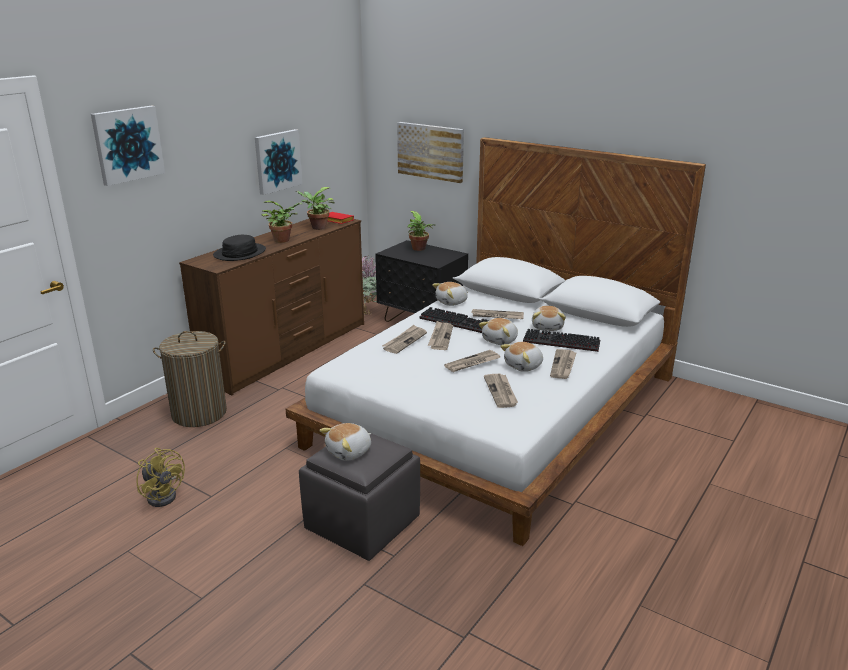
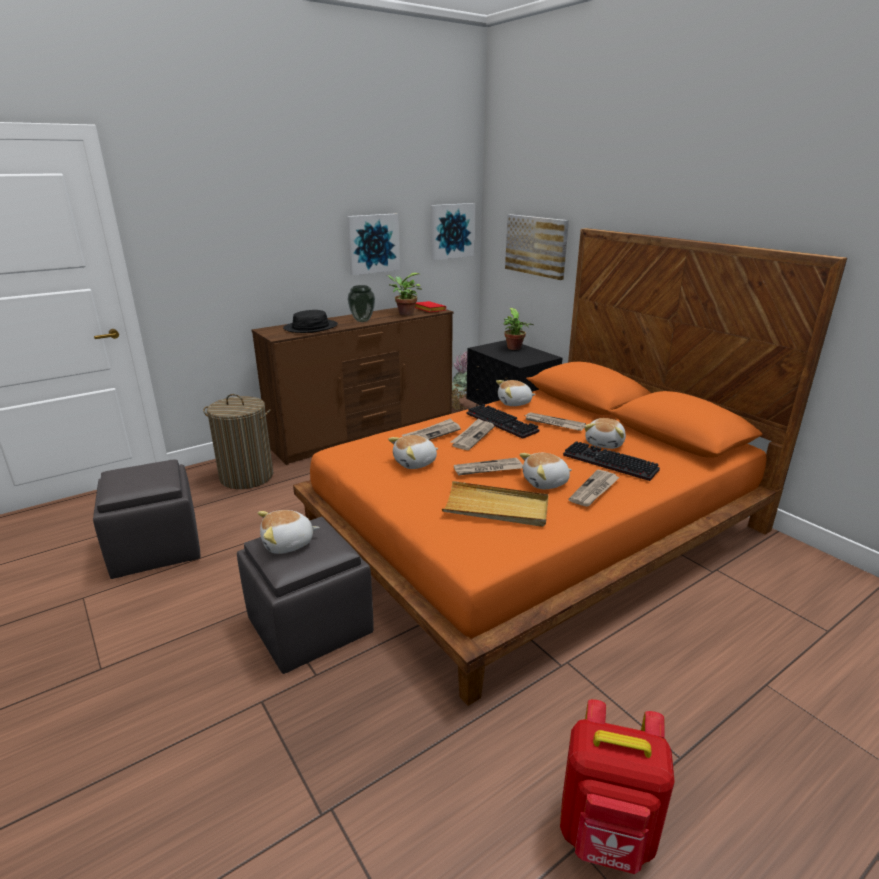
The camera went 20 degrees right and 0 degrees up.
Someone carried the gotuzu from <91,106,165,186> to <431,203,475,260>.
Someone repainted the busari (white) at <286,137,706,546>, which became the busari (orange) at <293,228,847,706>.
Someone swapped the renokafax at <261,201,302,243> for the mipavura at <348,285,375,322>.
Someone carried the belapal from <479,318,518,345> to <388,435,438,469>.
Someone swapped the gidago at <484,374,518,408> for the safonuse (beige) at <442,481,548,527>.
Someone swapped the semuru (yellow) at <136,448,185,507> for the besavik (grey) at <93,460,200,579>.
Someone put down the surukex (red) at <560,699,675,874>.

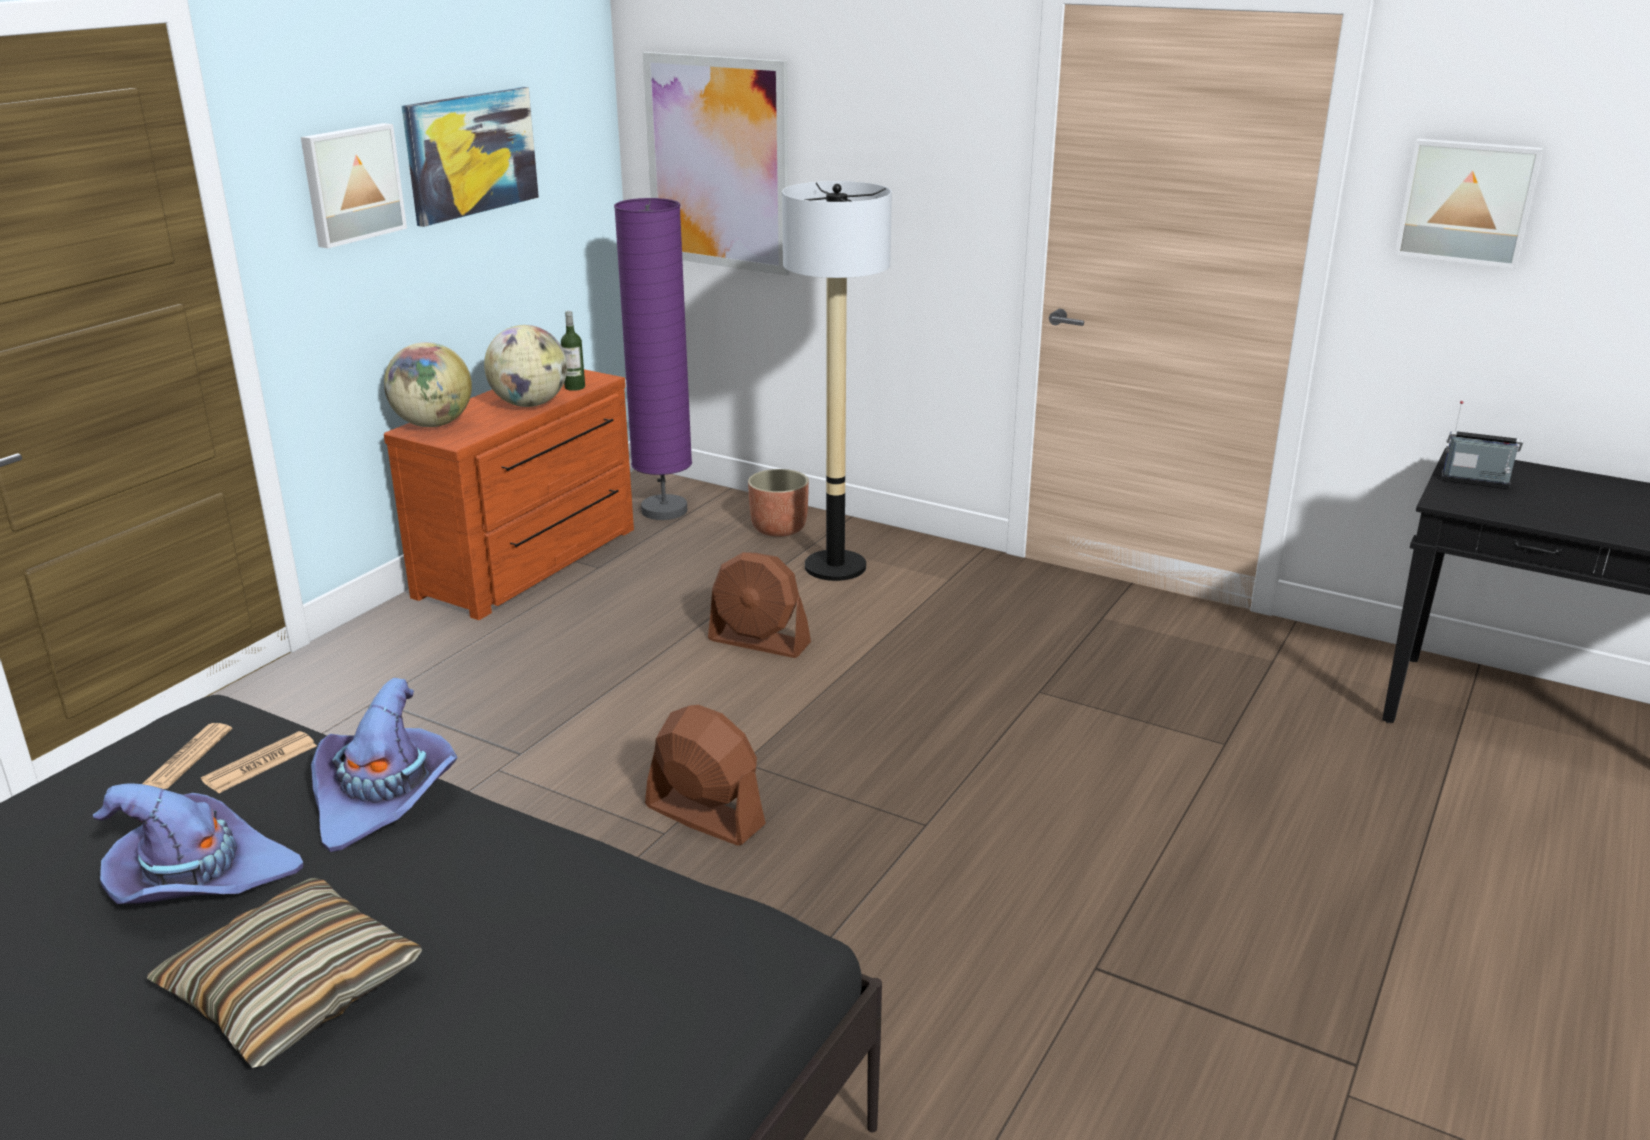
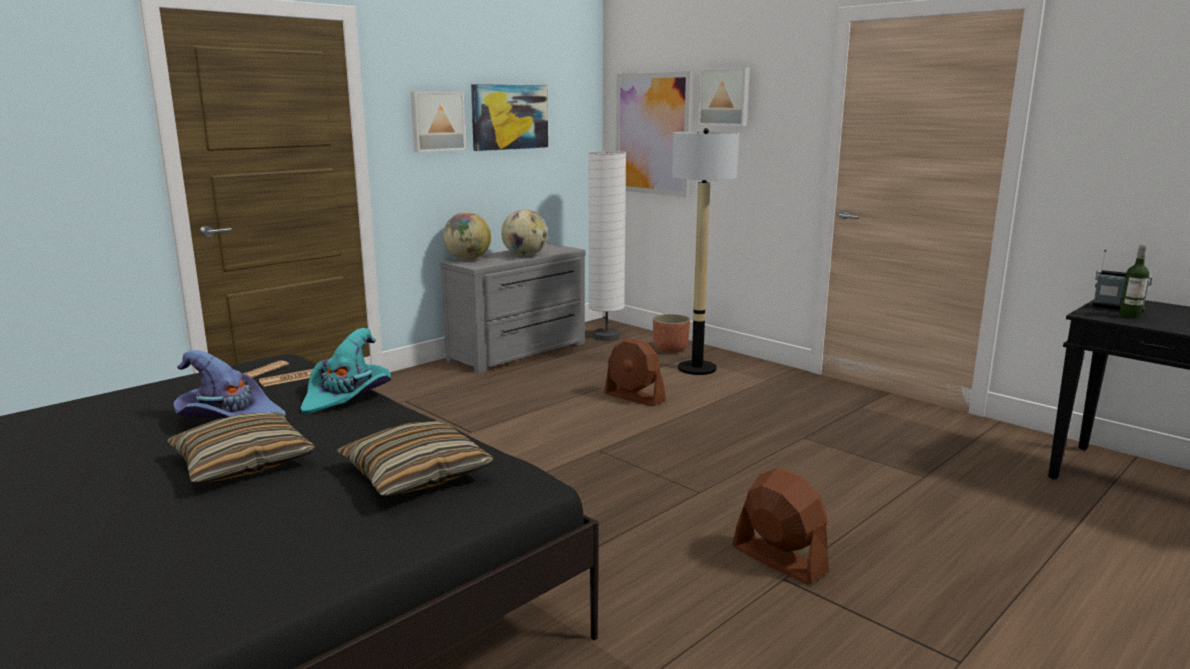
The camera went 15 degrees right and 10 degrees down.
Someone carried the gotuzu from <1394,138,1544,269> to <698,67,750,126>.
Someone repainted the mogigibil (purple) at <614,198,692,520>, which became the mogigibil (white) at <588,151,626,341>.
Someone carried the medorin from <561,311,585,391> to <1119,245,1149,319>.
Someone repainted the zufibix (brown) at <384,369,634,620>, which became the zufibix (grey) at <440,243,586,373>.
Someone repainted the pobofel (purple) at <311,678,458,852>, which became the pobofel (turquoise) at <301,328,392,414>.
Someone carried the semuru (brown) from <645,705,766,846> to <733,468,829,584>.
Someone put down the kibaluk at <337,421,493,496>.

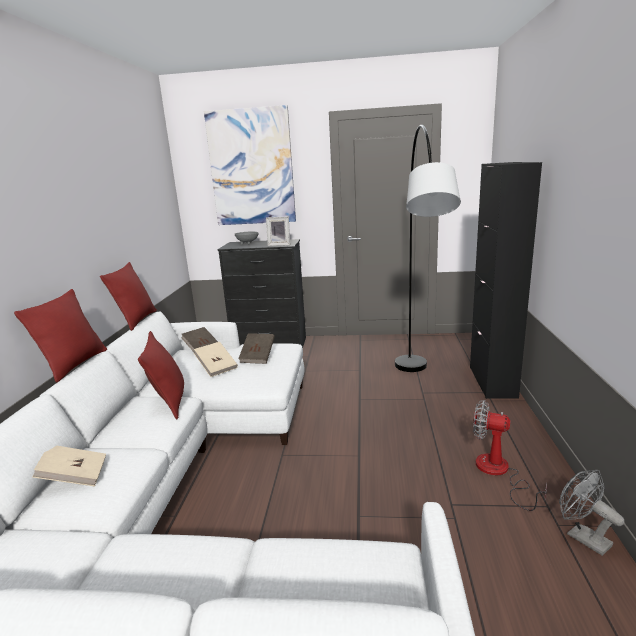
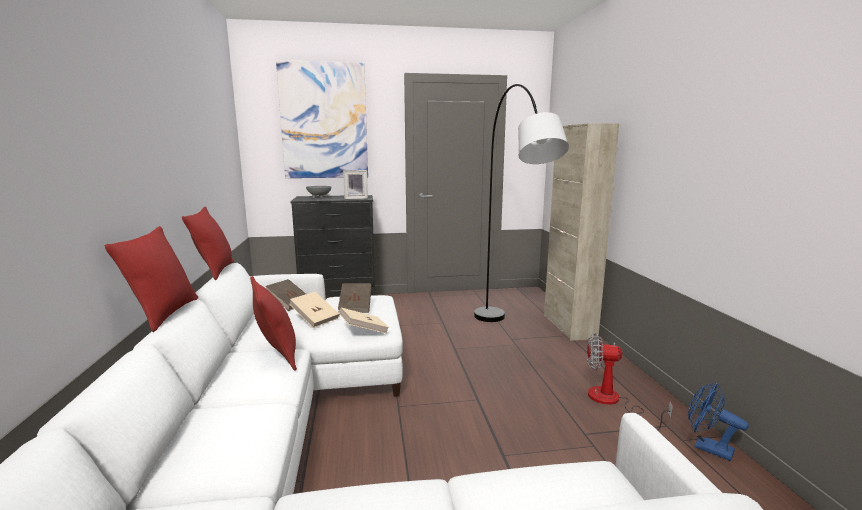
The camera went 15 degrees left and 5 degrees down.
Someone repainted the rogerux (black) at <470,162,542,399>, which became the rogerux (beige) at <544,123,619,341>.
Someone carried the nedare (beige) from <32,446,106,487> to <339,307,389,334>.
Someone repainted the semuru (grey) at <559,470,625,556>, which became the semuru (blue) at <688,382,749,461>.

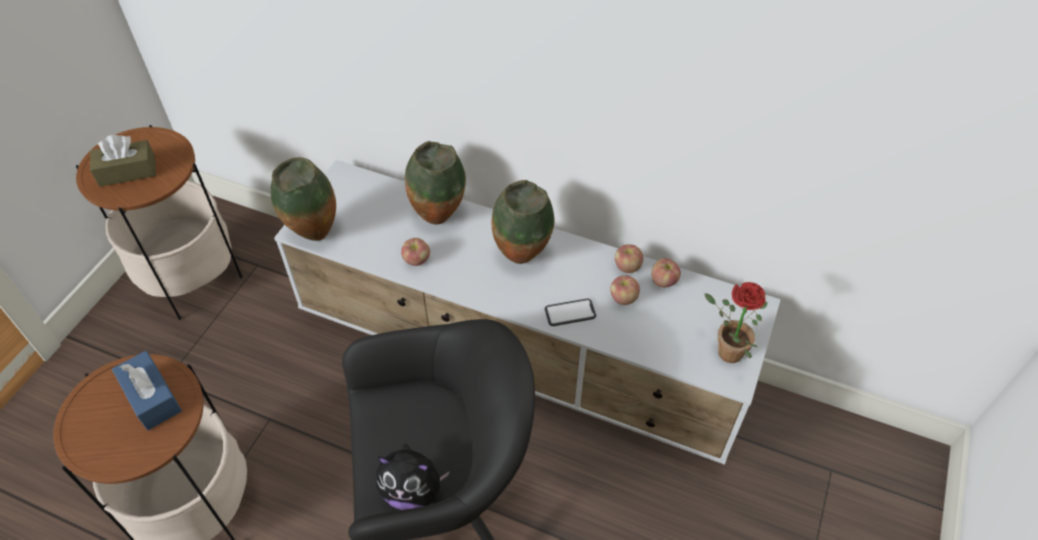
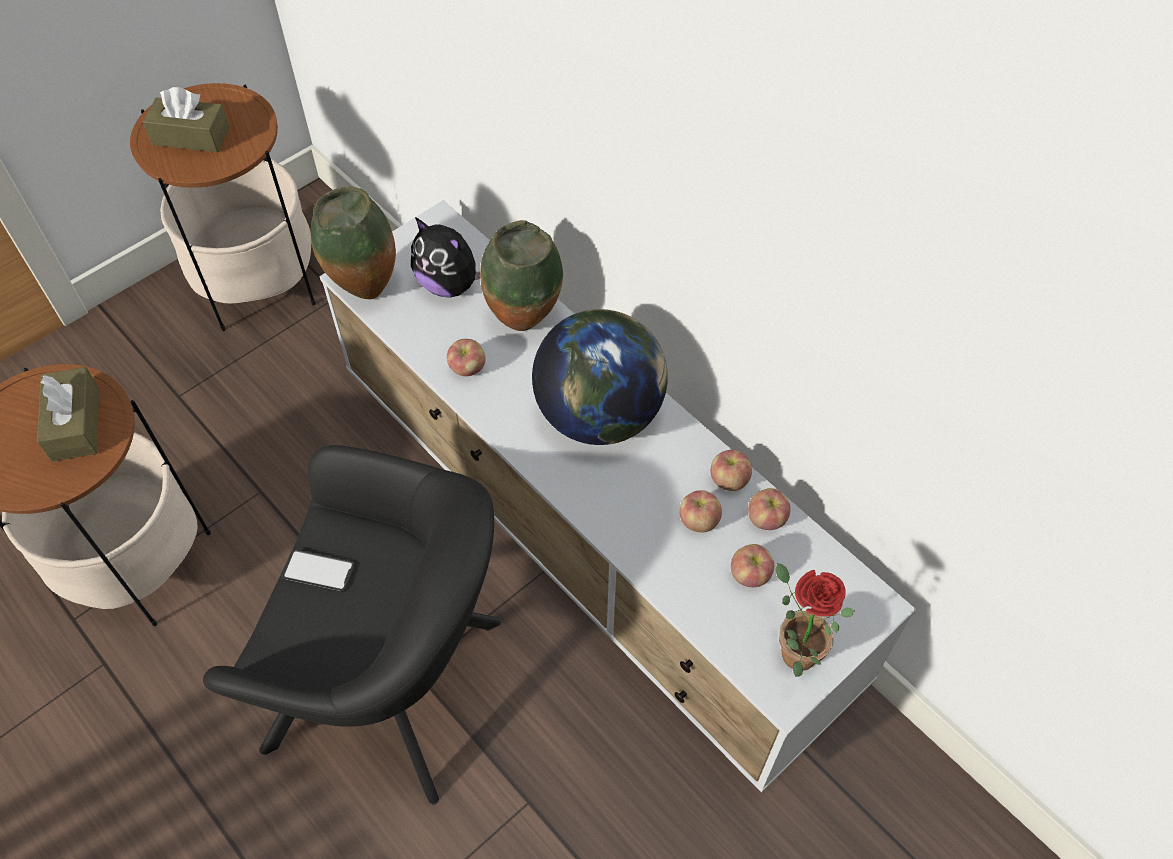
The camera went 25 degrees right and 5 degrees up.
Someone swapped the mipavura at <492,180,554,264> for the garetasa at <532,309,668,445>.
Someone carried the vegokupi from <545,299,596,326> to <281,549,355,592>.
Someone repainted the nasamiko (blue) at <112,351,182,430>, which became the nasamiko (brown) at <37,367,99,462>.
Someone carried the belapal from <376,443,450,510> to <411,217,481,298>.
Someone put down the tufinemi at <731,544,774,587>.

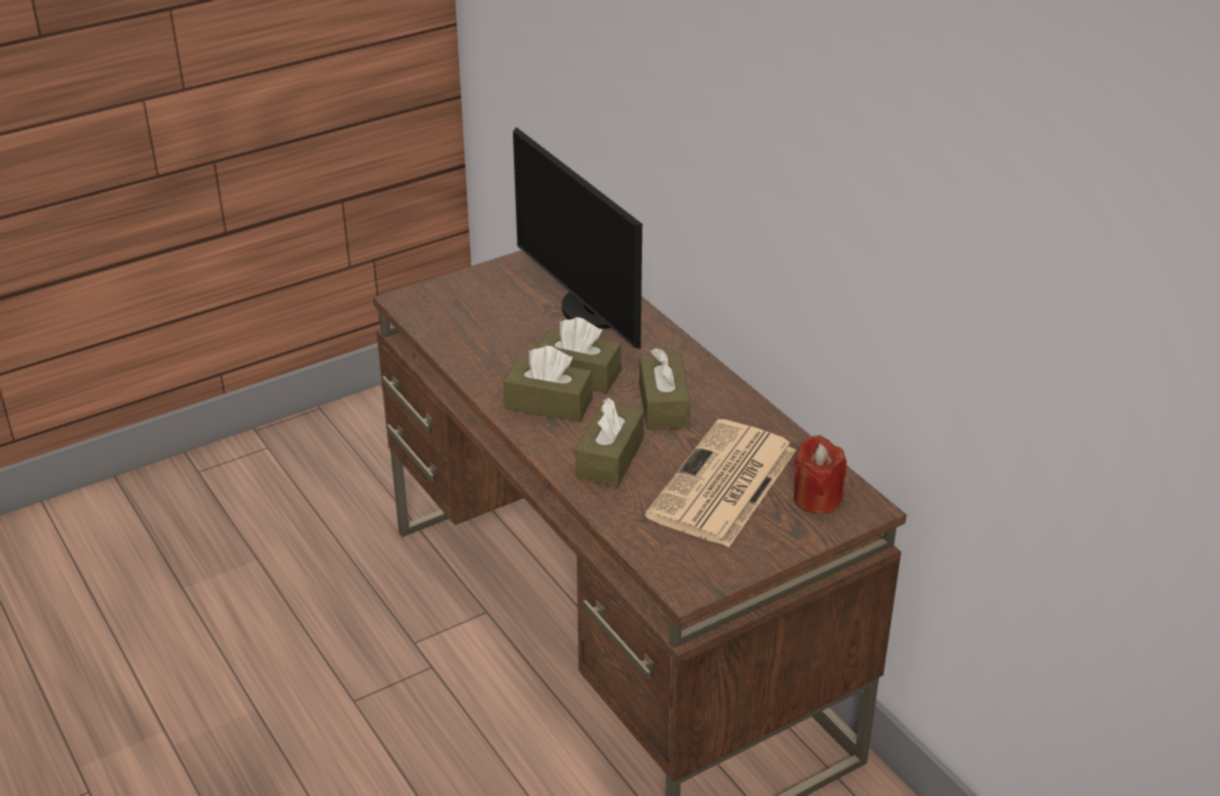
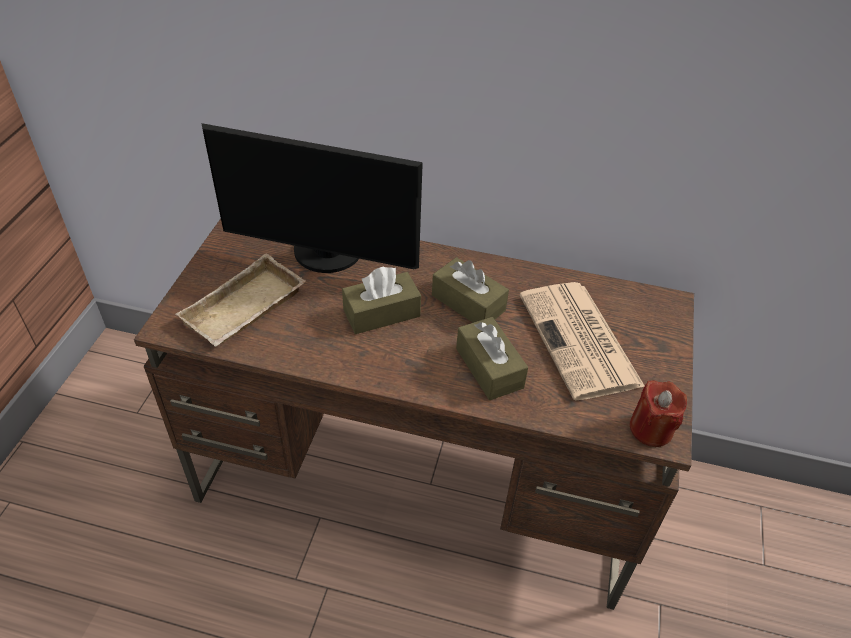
The camera went 45 degrees left and 10 degrees up.
Someone took away the nasamiko (brown) at <503,346,592,422>.
Someone carried the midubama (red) from <794,435,847,514> to <630,380,687,447>.
Someone put down the safonuse (beige) at <176,253,305,346>.

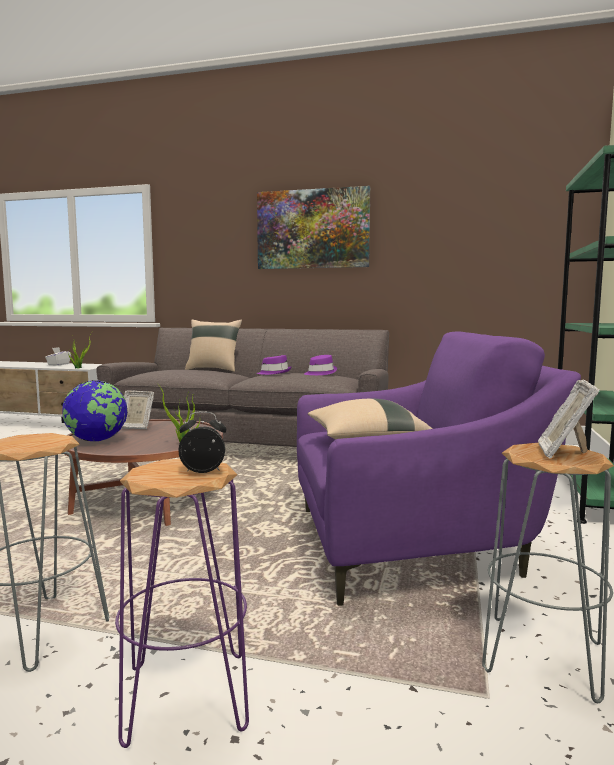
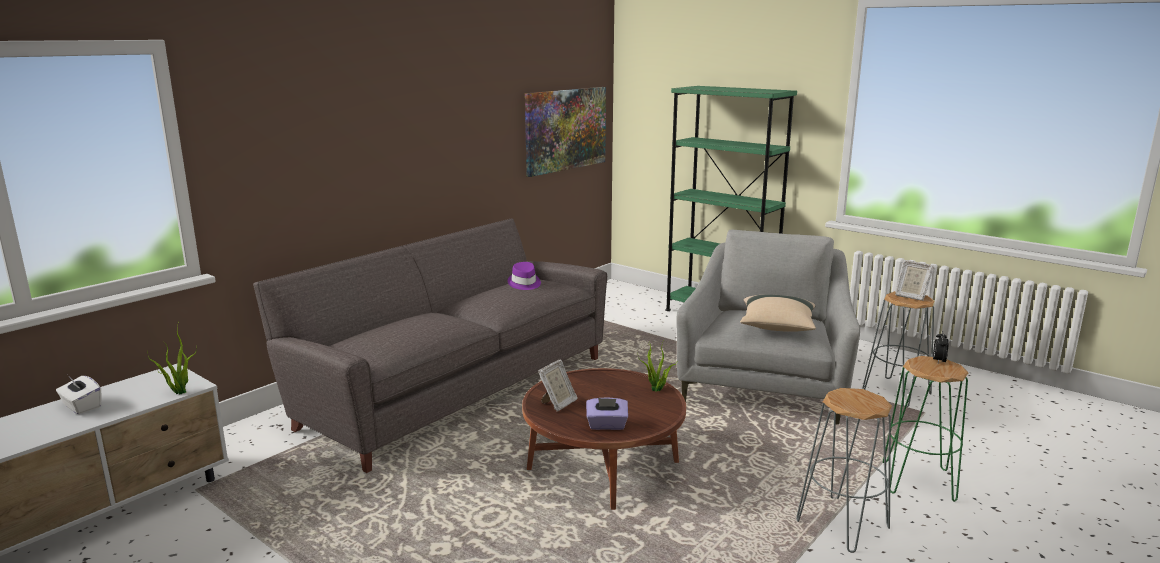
The camera went 65 degrees left and 10 degrees up.
Someone carried the gotuzu from <257,186,370,269> to <525,87,606,177>.
Someone took away the kibaluk (beige) at <185,319,242,372>.
Someone repainted the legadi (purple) at <297,332,581,606>, which became the legadi (grey) at <676,230,860,425>.
Someone took away the pobofel (purple) at <257,355,291,375>.
Someone swapped the garetasa at <63,380,128,441> for the nasamiko (purple) at <586,398,628,430>.
Someone repainted the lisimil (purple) at <115,459,249,748>, which became the lisimil (green) at <883,356,968,502>.

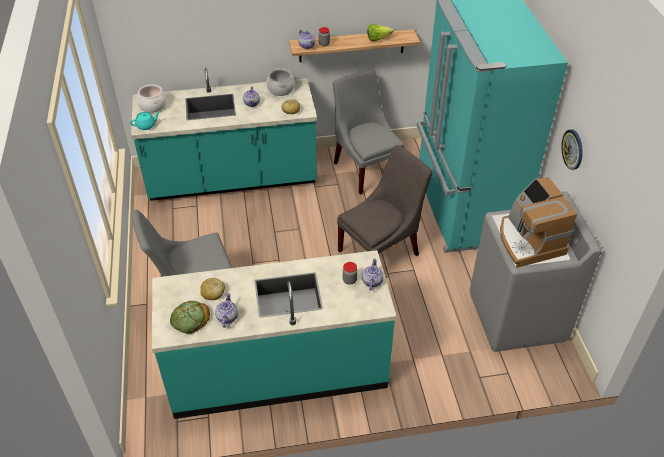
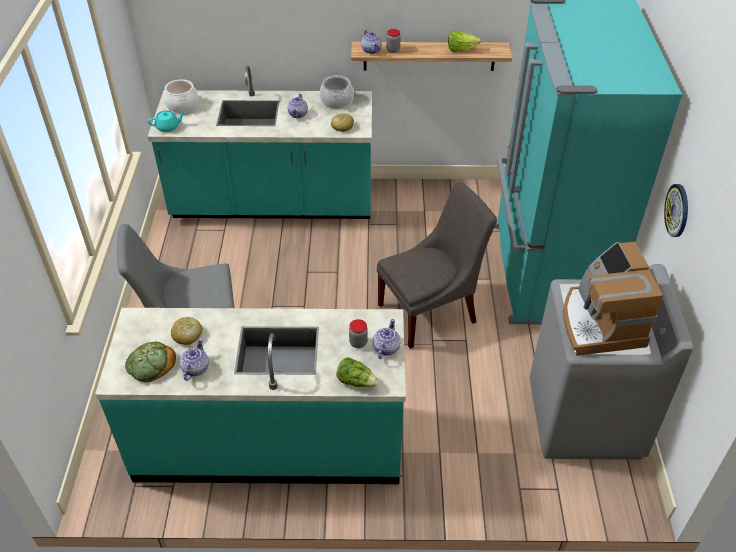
The camera went 10 degrees right and 0 degrees up.
Someone took away the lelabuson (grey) at <333,70,406,195>.
Someone put down the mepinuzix at <336,357,378,387>.

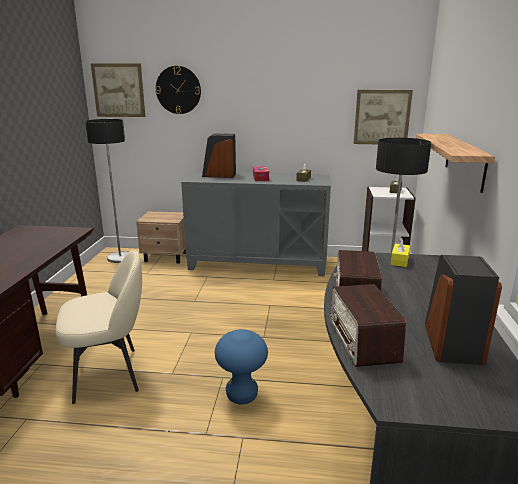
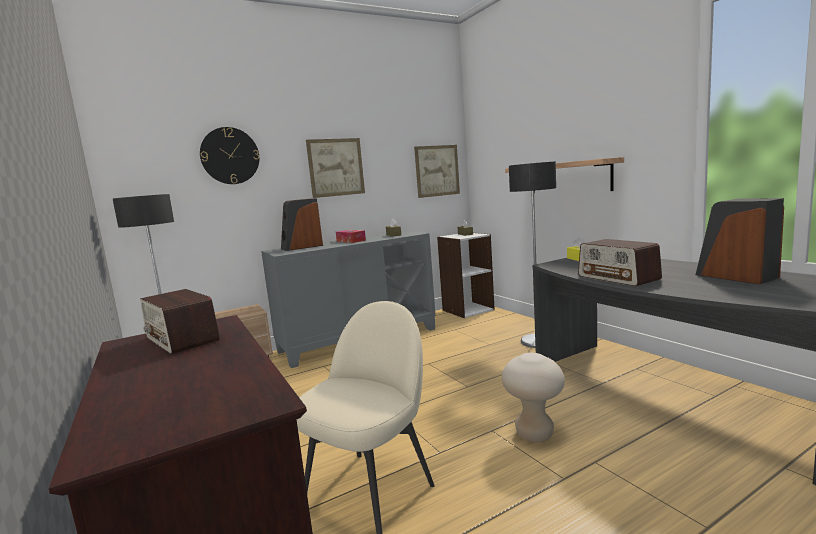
The camera went 35 degrees left and 10 degrees down.
Someone carried the gotuzu from <91,63,145,117> to <306,138,365,198>.
Someone carried the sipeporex from <330,284,406,367> to <140,289,220,354>.
Someone repainted the lisimil (blue) at <215,329,268,404>, which became the lisimil (beige) at <502,353,565,442>.

